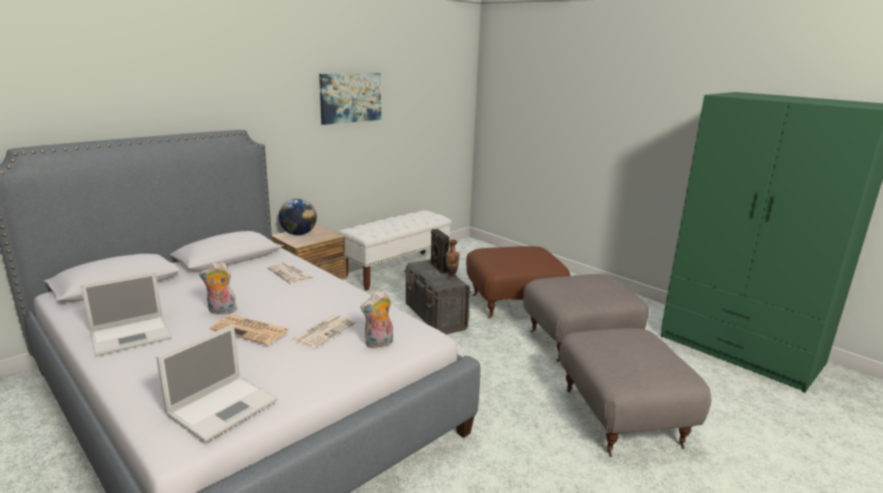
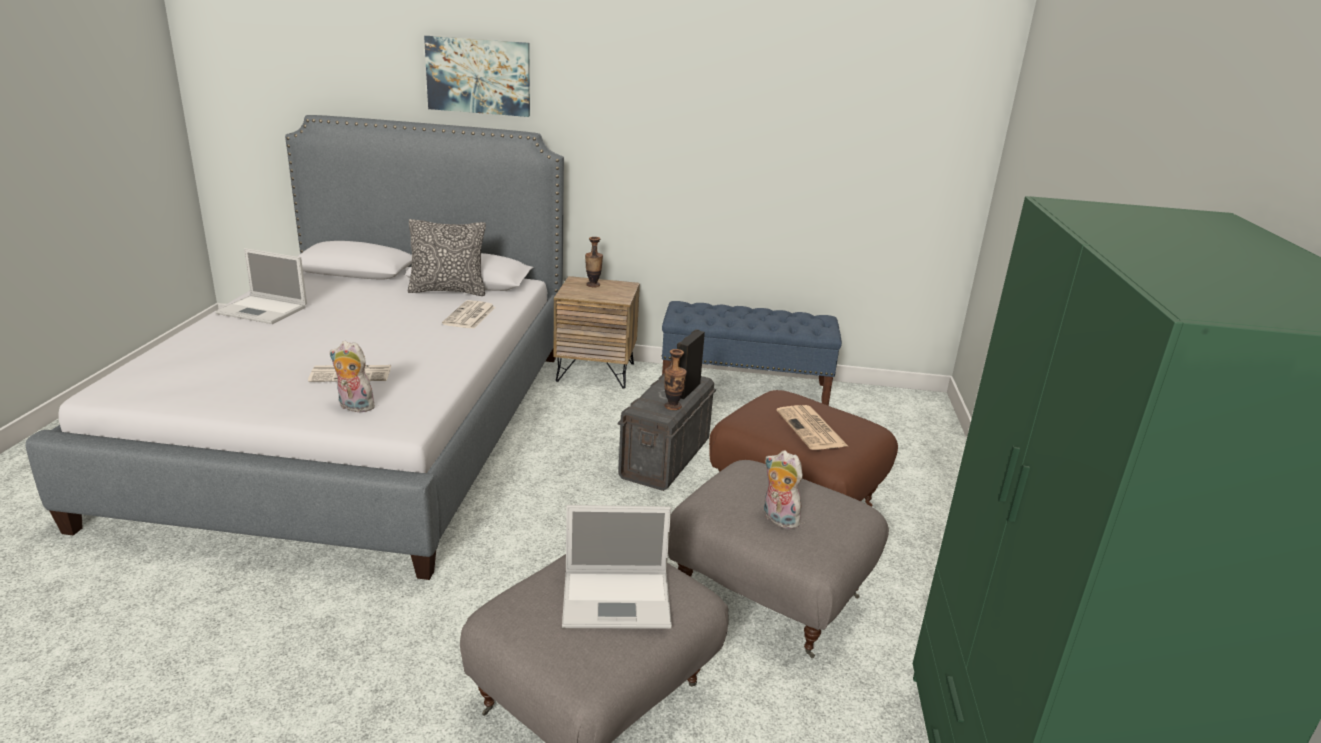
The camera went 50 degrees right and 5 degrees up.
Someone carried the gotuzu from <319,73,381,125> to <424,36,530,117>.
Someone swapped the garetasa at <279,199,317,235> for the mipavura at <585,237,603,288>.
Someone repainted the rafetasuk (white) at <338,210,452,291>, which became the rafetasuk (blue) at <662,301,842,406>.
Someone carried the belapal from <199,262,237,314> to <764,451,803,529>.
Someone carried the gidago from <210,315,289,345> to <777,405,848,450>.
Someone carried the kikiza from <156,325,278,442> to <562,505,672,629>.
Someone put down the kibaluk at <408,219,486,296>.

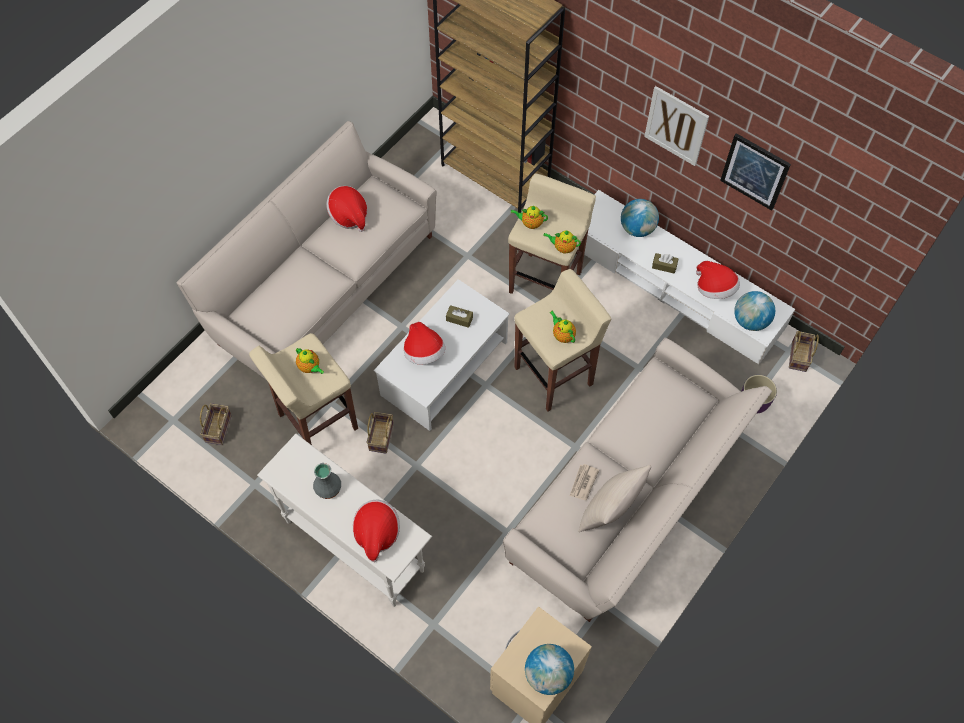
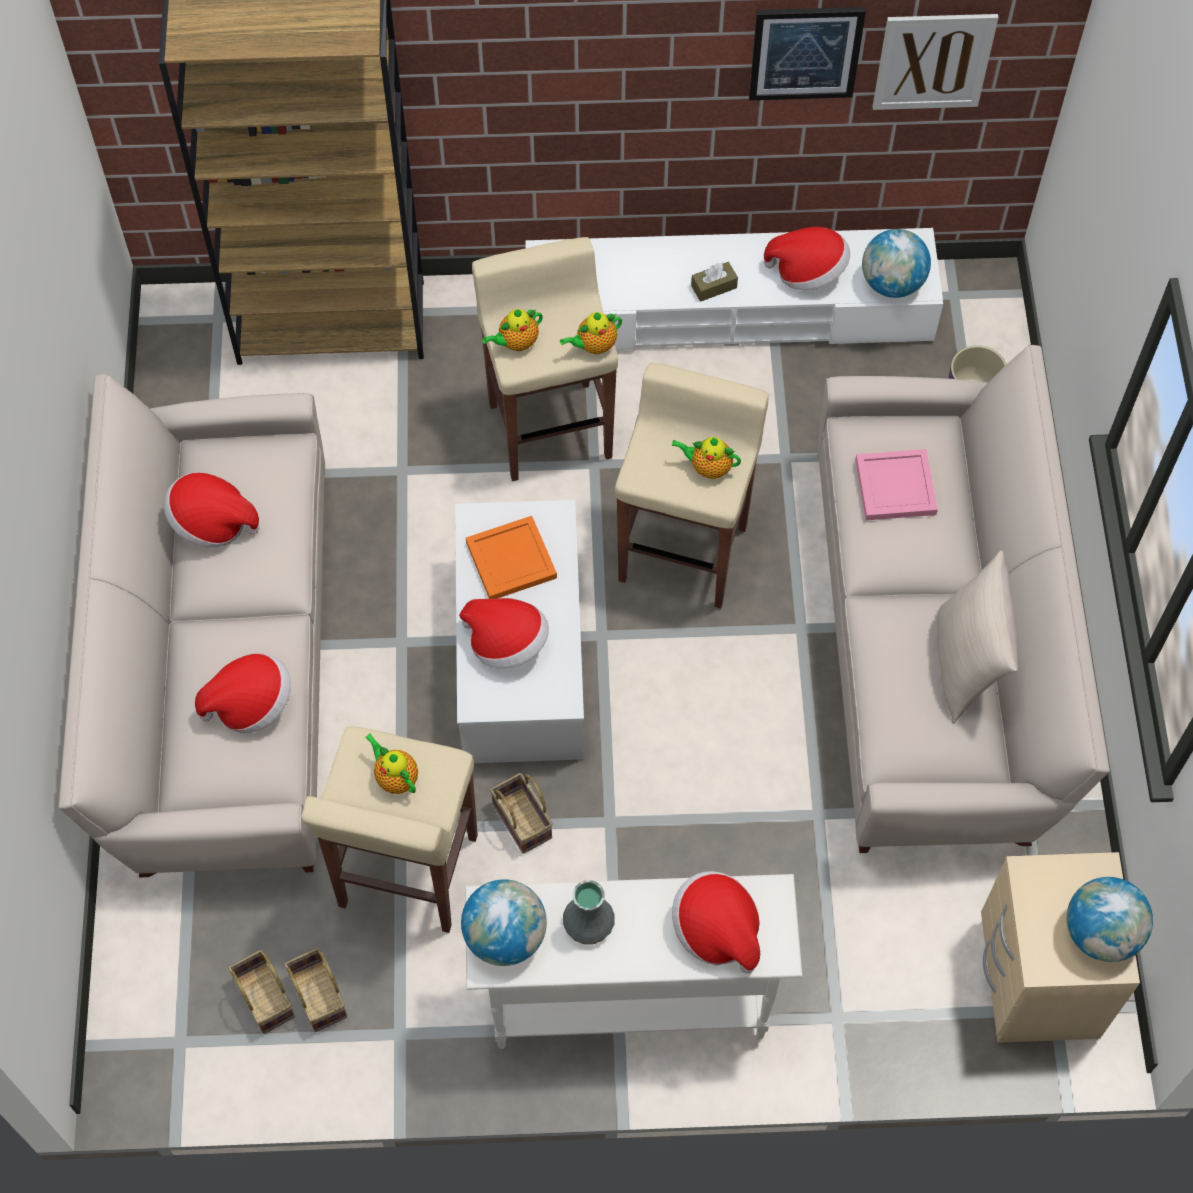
The camera went 40 degrees left and 0 degrees up.
Someone carried the gotuzu from <644,86,709,166> to <873,14,999,110>.
Someone carried the garetasa from <621,199,659,237> to <461,879,547,966>.
Someone swapped the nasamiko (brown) at <446,305,473,328> for the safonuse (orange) at <466,516,557,599>.
Someone carried the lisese from <789,331,819,372> to <284,948,347,1032>.
Someone rotated the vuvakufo at <296,348,324,374> by 135 degrees counterclockwise.
Someone took away the gidago at <570,464,599,500>.
Someone put down the safonuse (pink) at <855,449,938,520>.
Someone put down the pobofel at <195,653,291,733>.

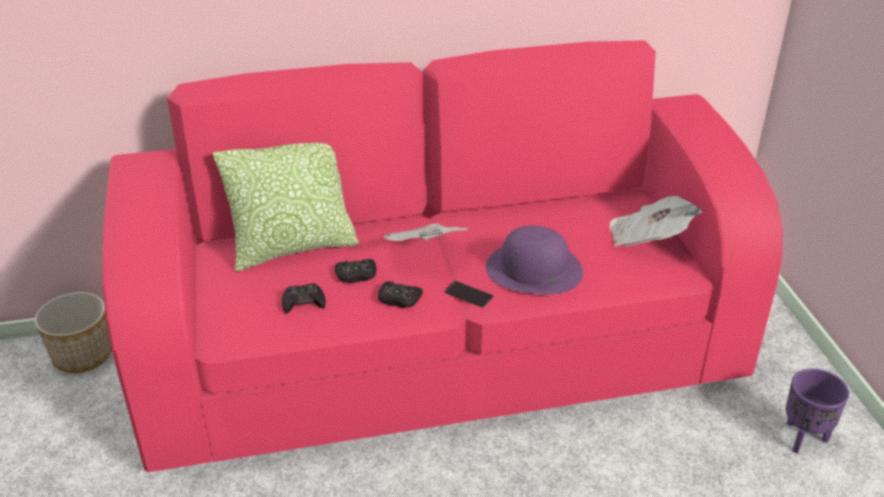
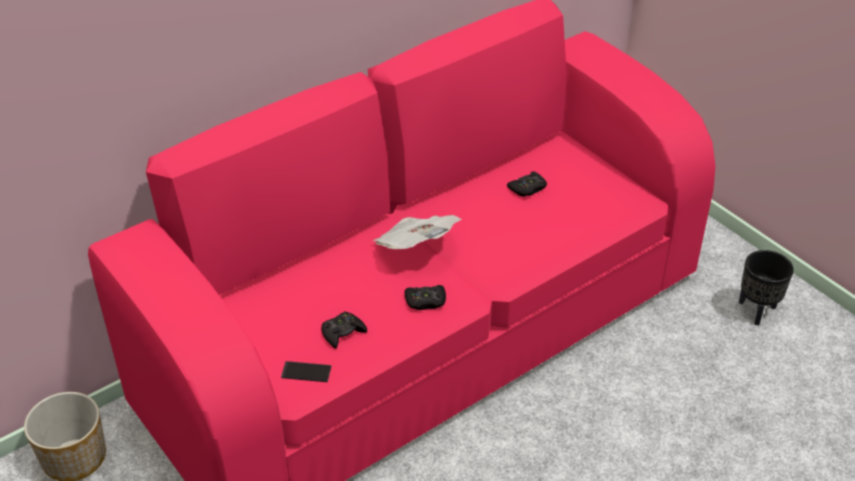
The camera went 25 degrees left and 5 degrees up.
Someone took away the kibaluk at <213,143,359,272>.
Someone took away the gidago at <609,196,703,247>.
Someone took away the pobofel (purple) at <486,226,583,295>.
Someone carried the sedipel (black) from <335,259,376,283> to <507,171,547,197>.
Someone carried the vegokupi from <444,281,494,308> to <281,361,332,382>.
Someone repainted the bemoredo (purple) at <786,368,849,454>, which became the bemoredo (black) at <739,250,794,325>.

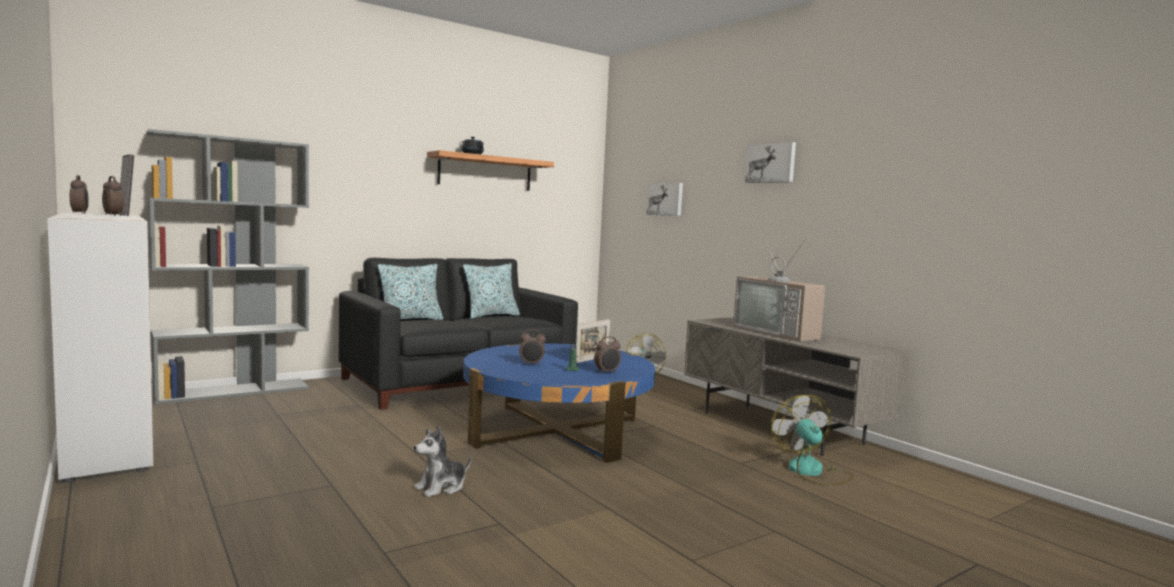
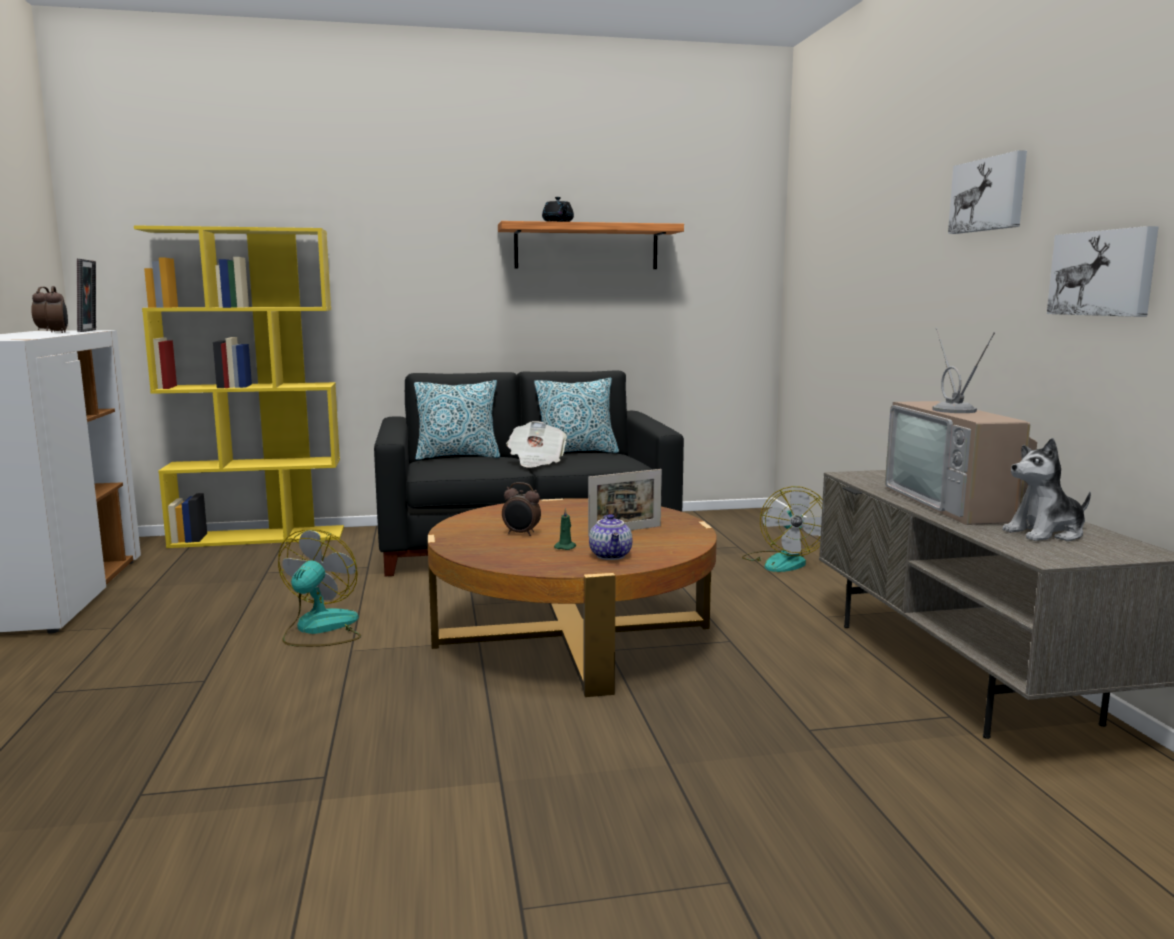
The camera went 25 degrees right and 5 degrees up.
Someone repainted the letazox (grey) at <146,129,309,404>, which became the letazox (yellow) at <134,225,344,548>.
Someone carried the gotuzu from <646,183,683,216> to <1047,226,1159,317>.
Someone swapped the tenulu at <594,336,621,374> for the vuvakufo at <589,514,632,560>.
Someone repainted the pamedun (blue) at <463,343,655,463>, which became the pamedun (brown) at <427,498,717,697>.
Someone carried the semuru from <771,395,853,486> to <278,530,361,647>.
Someone carried the belapal from <414,426,471,497> to <1002,438,1091,541>.
Someone put down the gidago at <506,421,567,468>.

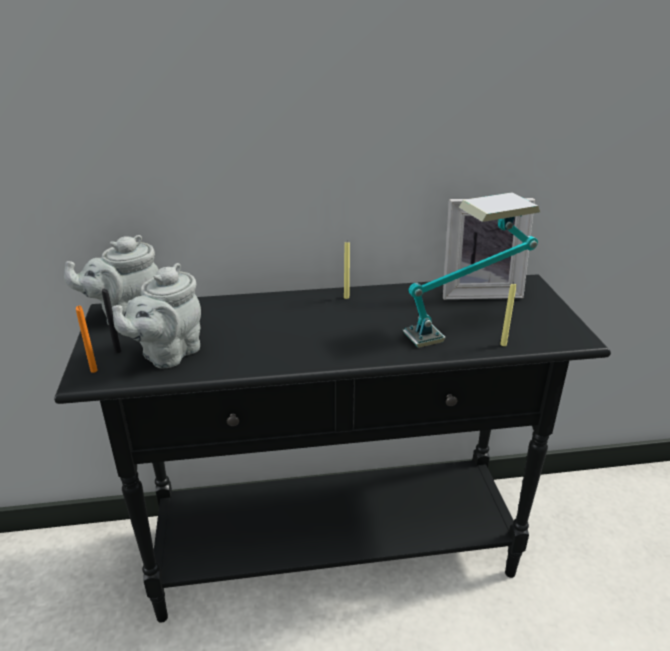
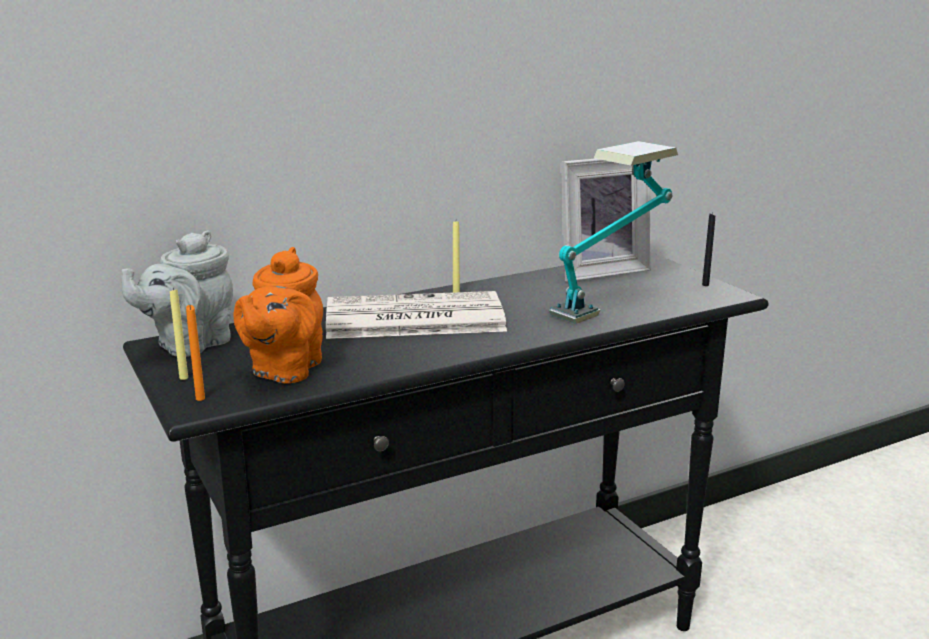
The camera went 20 degrees left and 10 degrees down.
Someone repainted the vuvakufo (grey) at <112,263,201,368>, which became the vuvakufo (orange) at <233,247,323,384>.
Someone carried the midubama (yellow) from <500,283,516,346> to <170,288,188,380>.
Someone carried the midubama (black) from <102,288,121,353> to <702,212,715,286>.
Someone put down the gidago at <326,291,507,339>.

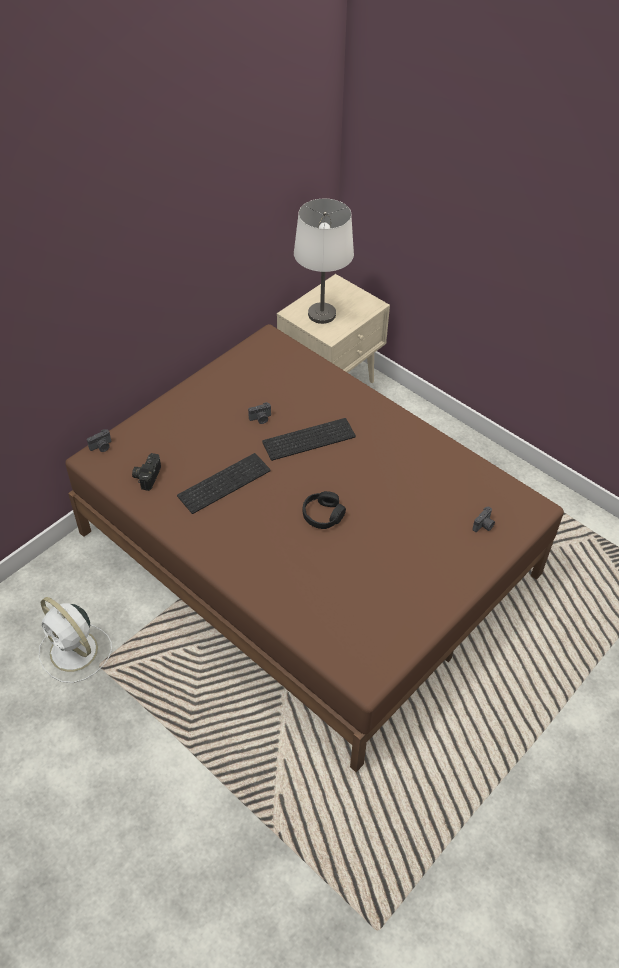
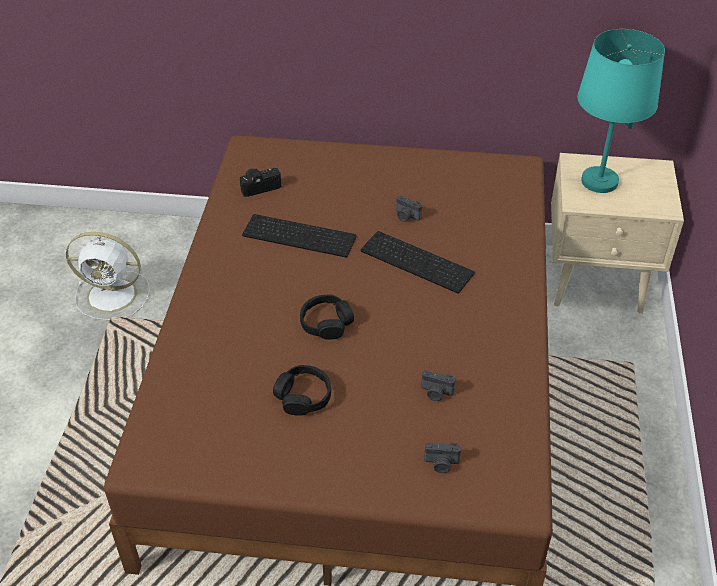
The camera went 55 degrees right and 5 degrees down.
Someone repainted the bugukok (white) at <294,199,354,324>, which became the bugukok (turquoise) at <577,29,665,193>.
Someone carried the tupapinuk from <87,429,111,452> to <421,370,455,401>.
Someone rotated the semuru (white) at <39,597,112,683> by 90 degrees counterclockwise.
Someone put down the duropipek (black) at <273,365,331,416>.

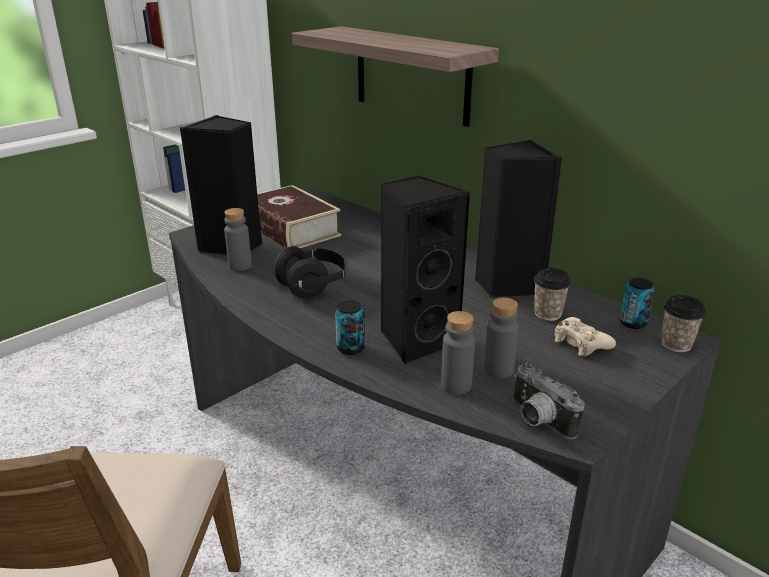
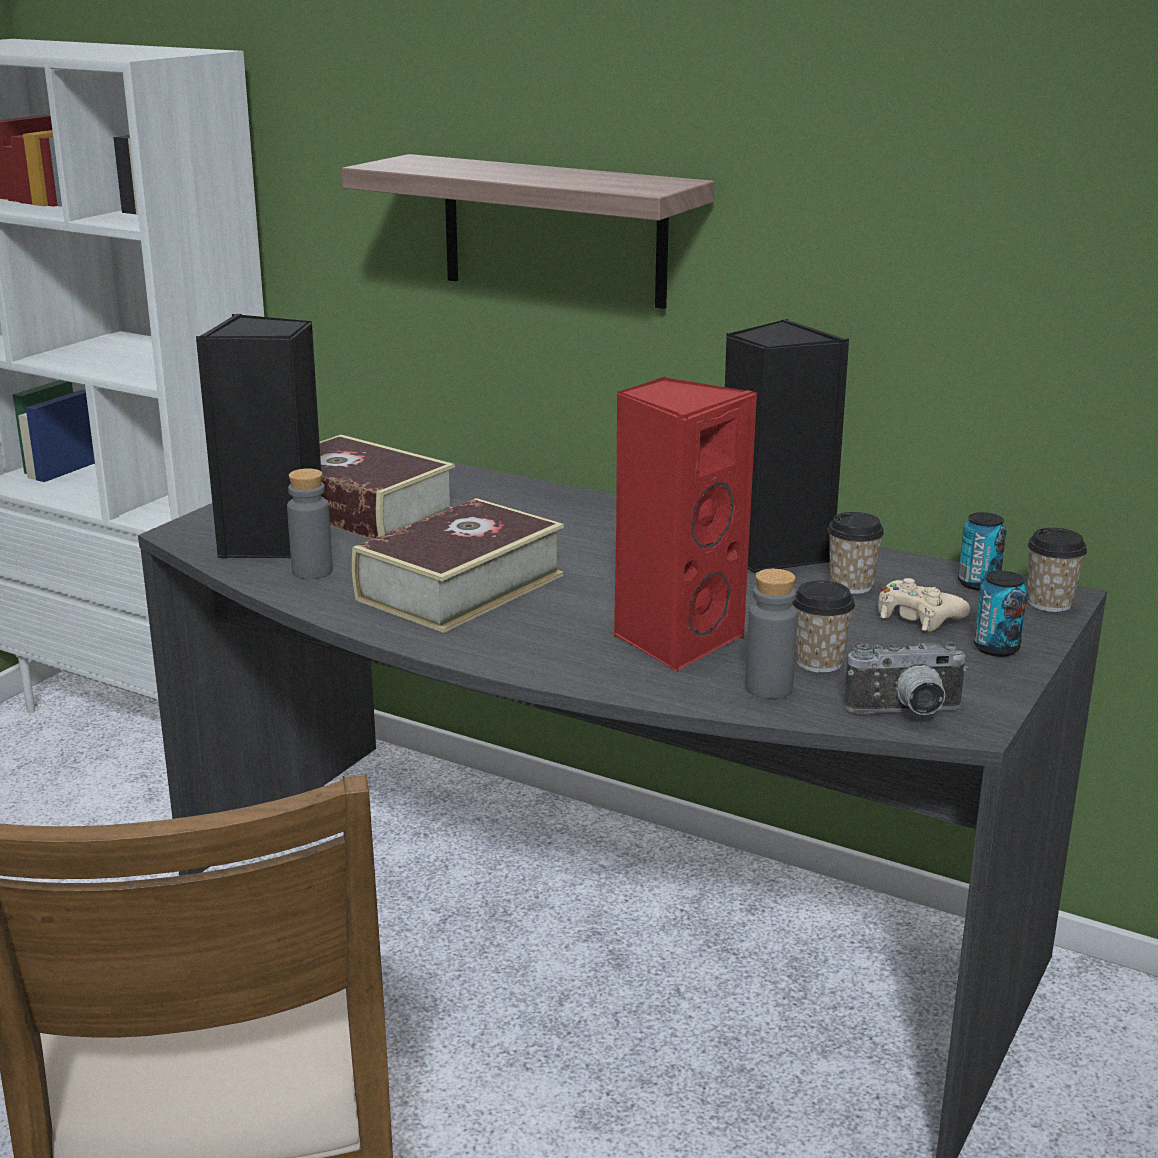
The camera went 15 degrees left and 5 degrees down.
Someone repainted the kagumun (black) at <380,175,470,365>, which became the kagumun (red) at <613,377,757,672>.
Someone swapped the duropipek (black) at <274,246,347,298> for the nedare at <352,498,564,633>.
Someone swapped the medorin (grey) at <484,297,519,378> for the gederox at <792,580,855,673>.
Someone carried the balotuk from <335,300,365,355> to <974,571,1027,657>.
Someone rotated the tupapinuk at <513,361,585,439> by 45 degrees counterclockwise.

